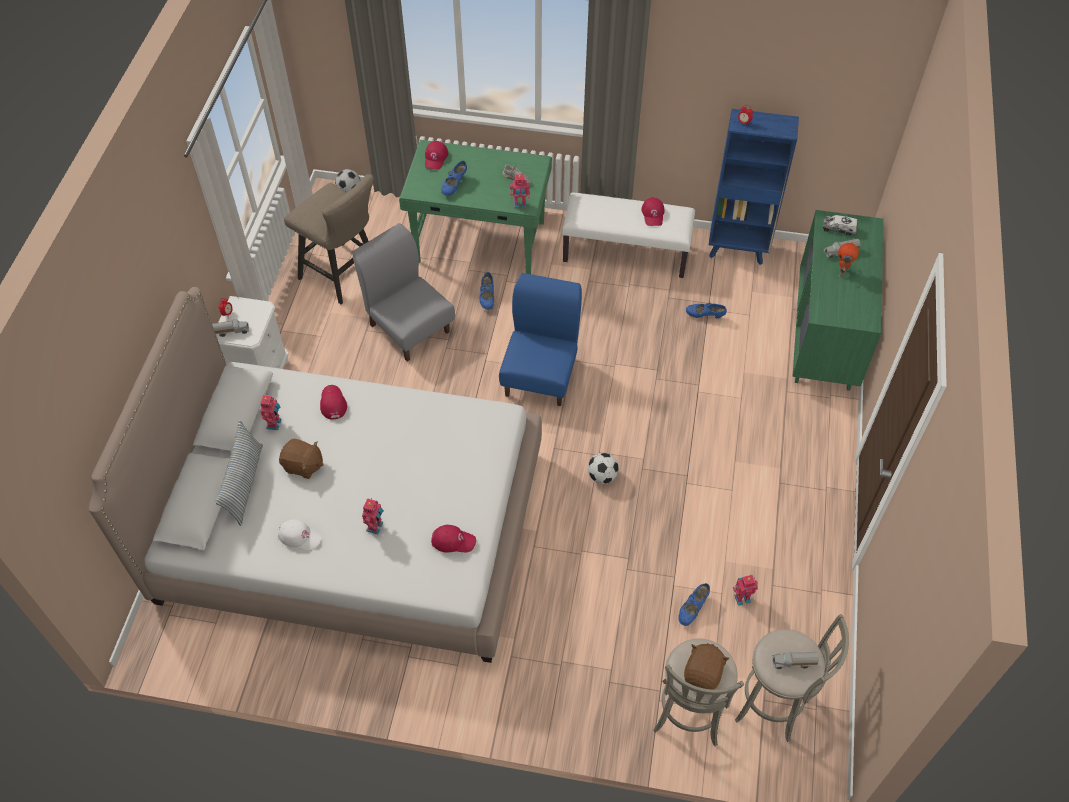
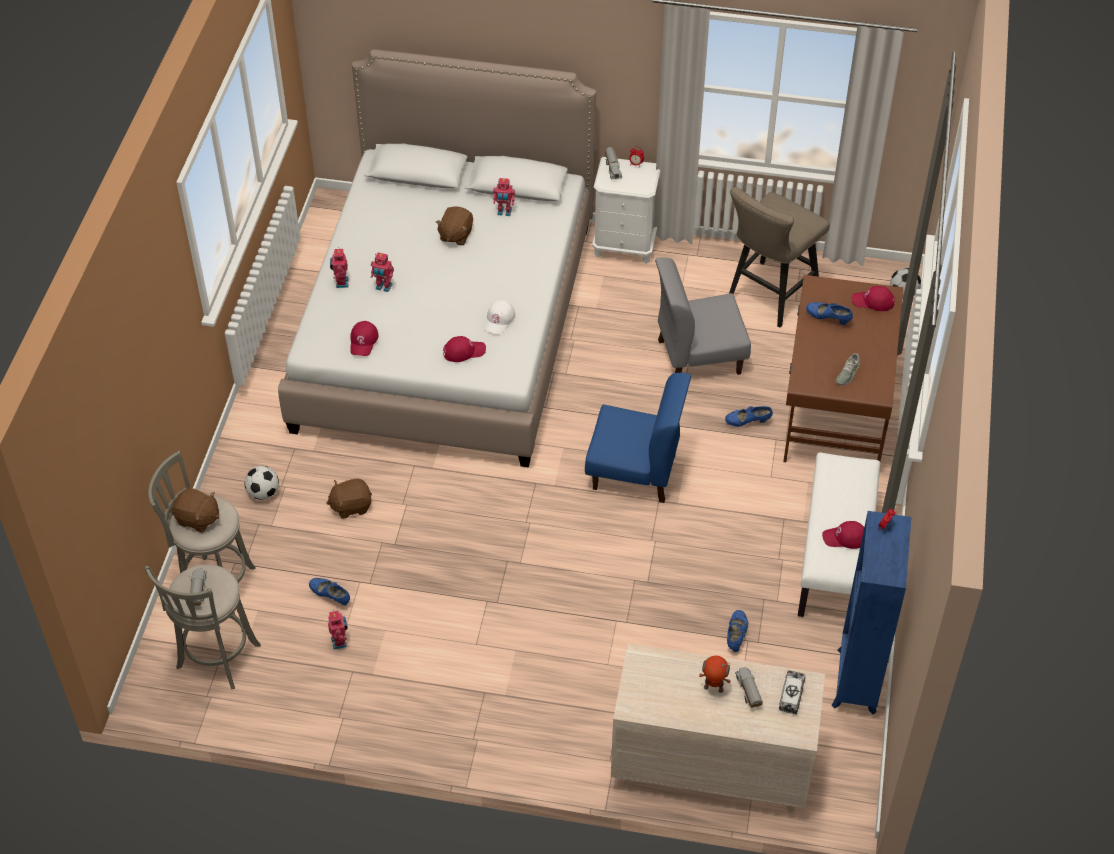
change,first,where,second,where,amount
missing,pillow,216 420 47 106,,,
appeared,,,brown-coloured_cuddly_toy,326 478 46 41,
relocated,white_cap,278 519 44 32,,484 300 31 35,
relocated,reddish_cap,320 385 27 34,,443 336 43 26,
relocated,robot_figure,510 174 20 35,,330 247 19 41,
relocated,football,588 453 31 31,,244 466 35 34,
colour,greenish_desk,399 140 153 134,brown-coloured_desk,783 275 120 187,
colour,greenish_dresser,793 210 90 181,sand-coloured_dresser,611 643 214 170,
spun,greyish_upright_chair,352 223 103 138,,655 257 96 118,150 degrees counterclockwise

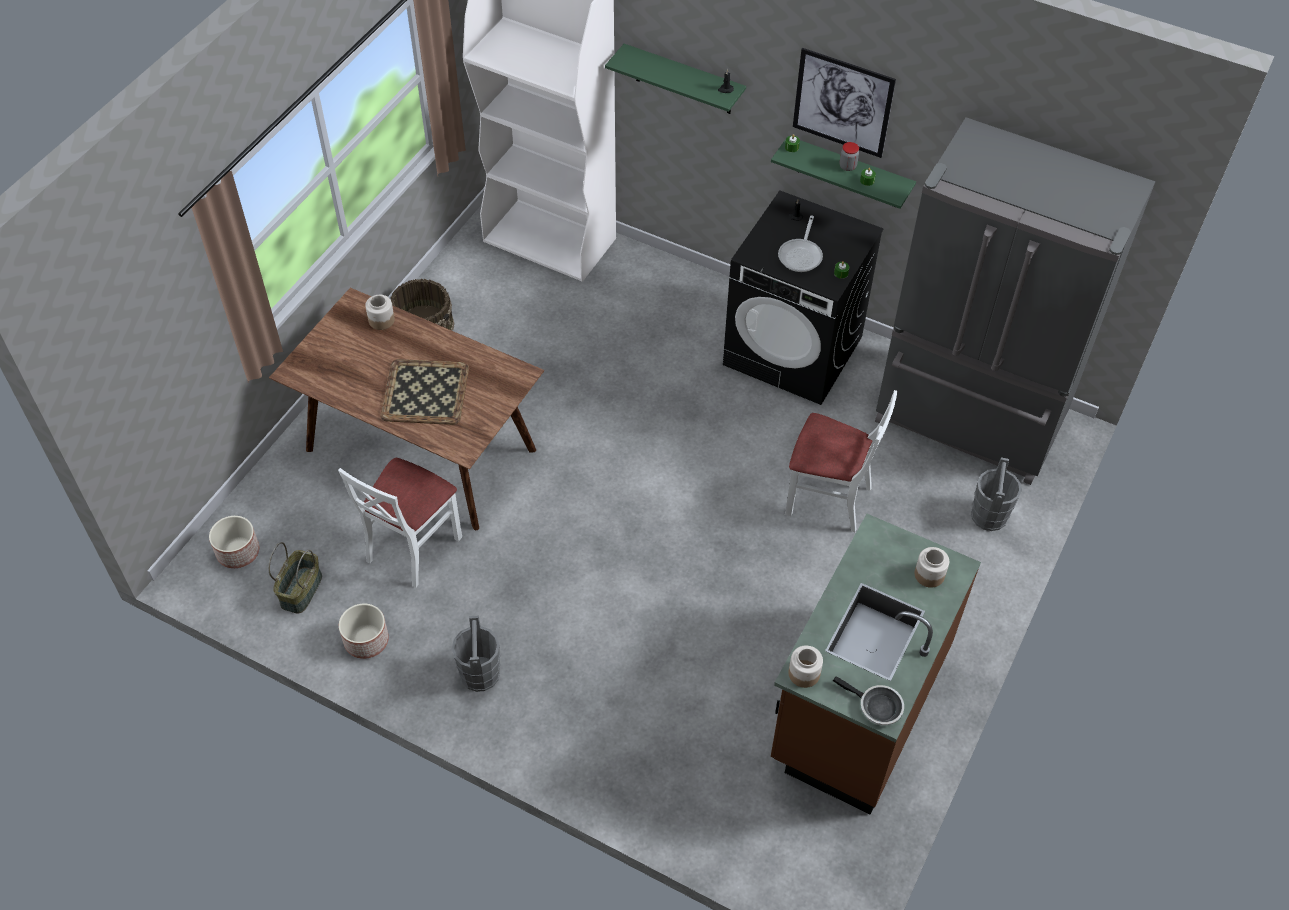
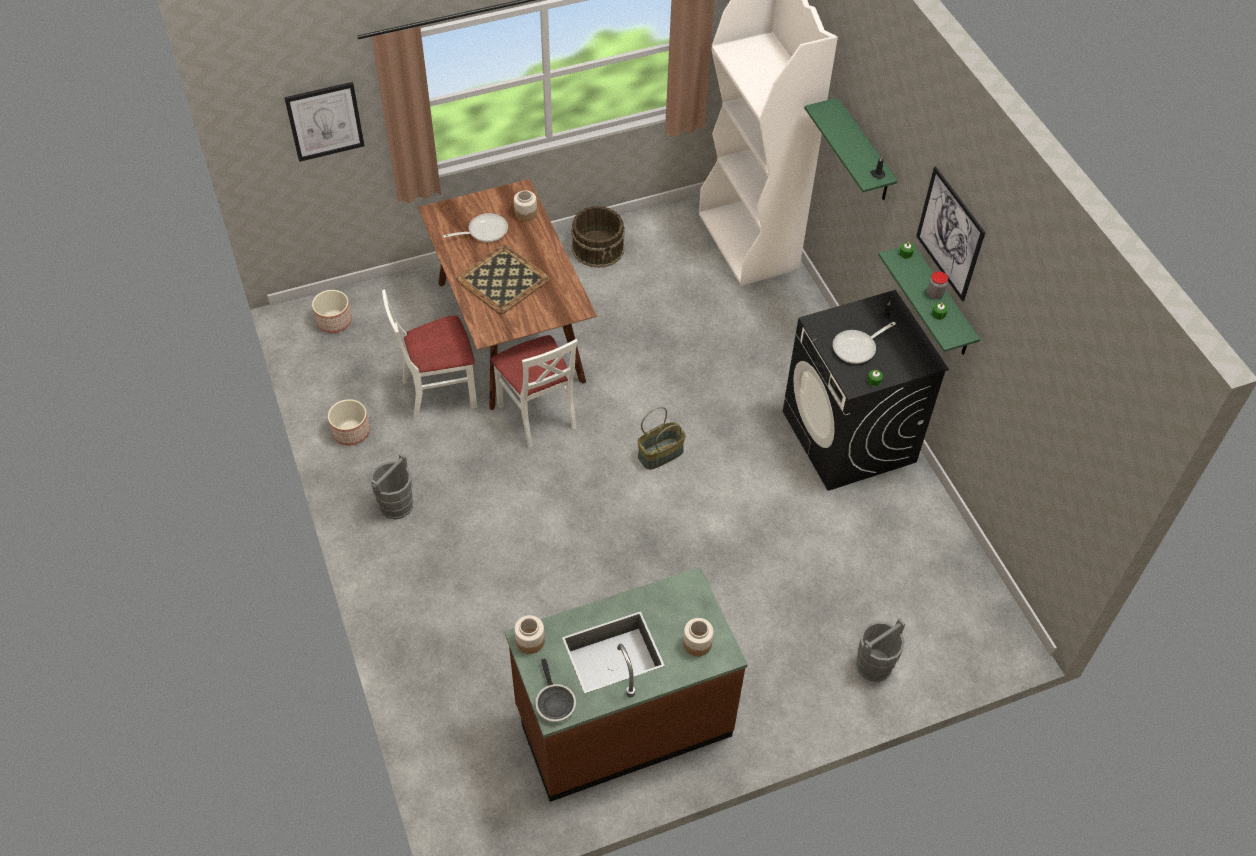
change,first,where,second,where,amount
missing,greyish_kitchen_fridge,875 117 281 368,,,
appeared,,,wall_art,284 82 80 80,
appeared,,,skillet,443 213 65 29,
relocated,basket,268 542 54 71,,637 407 49 63,
relocated,white_upright_chair,785 390 112 142,,491 335 87 113,

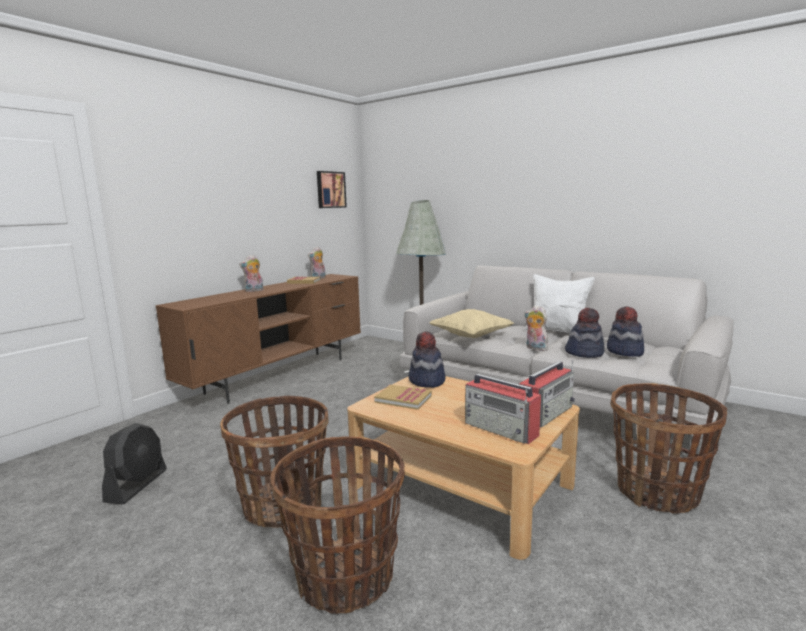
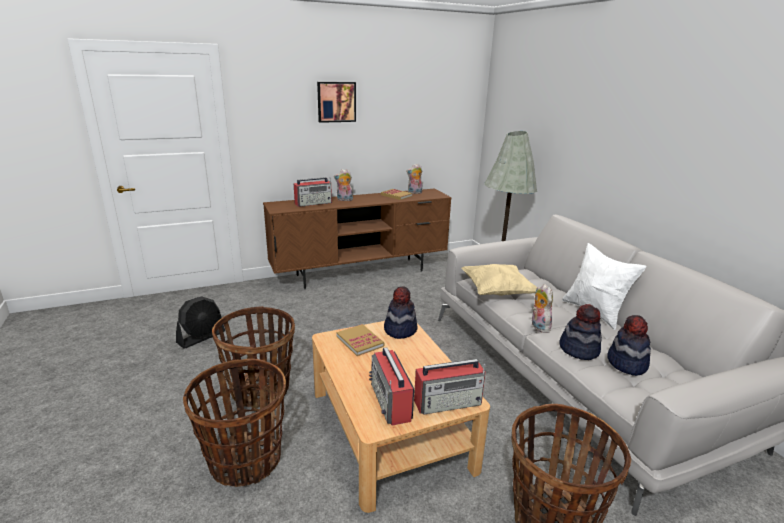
change,first,where,second,where,amount
appeared,,,radio_receiver,294 177 38 30,
relocated,wall_art,317 171 30 37,,317 82 39 41,

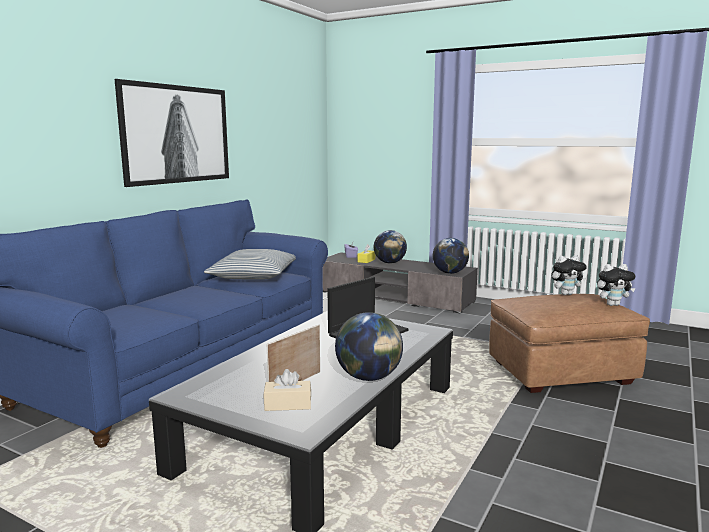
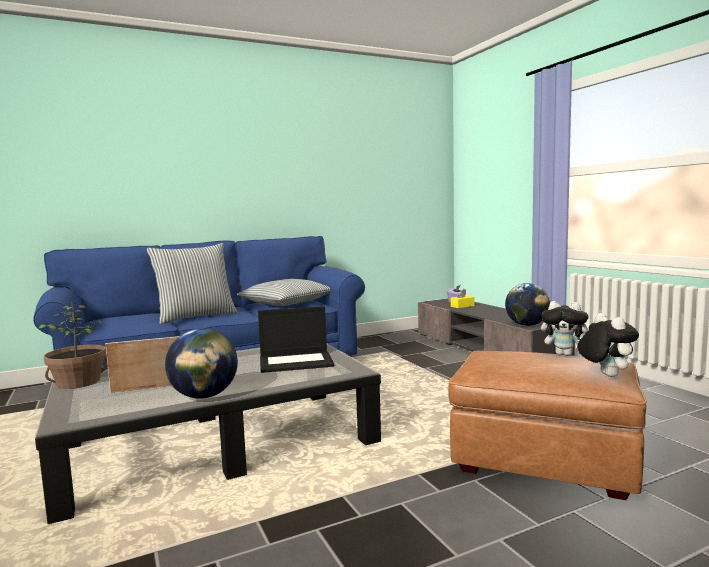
change,first,where,second,where,amount
missing,wall_art,115 79 114 108,,,
missing,sand-coloured_tissue_box,264 369 47 42,,,
missing,globe,374 230 33 34,,,
appeared,,,plant_in_a_pot,39 303 69 86,
appeared,,,pillow,147 243 91 81,
spun,cuddly_toy,597 264 38 42,,577 313 62 64,135 degrees counterclockwise

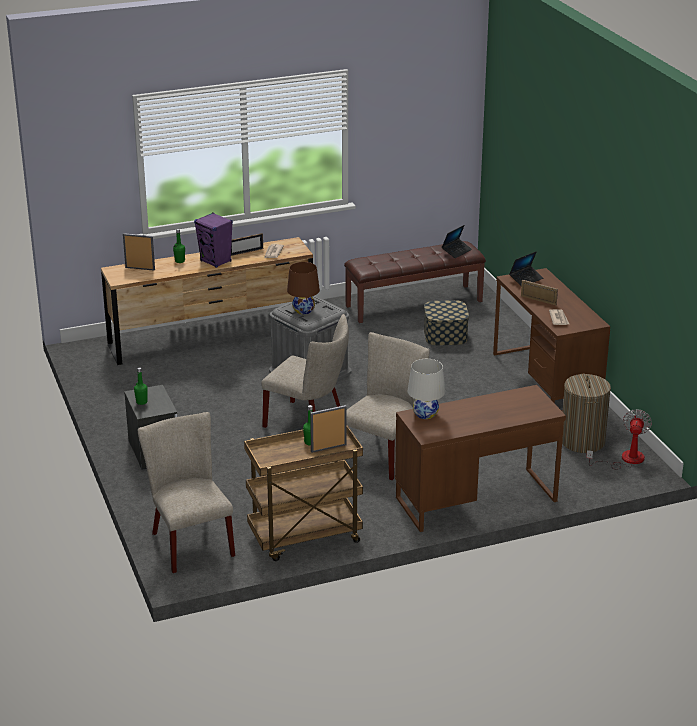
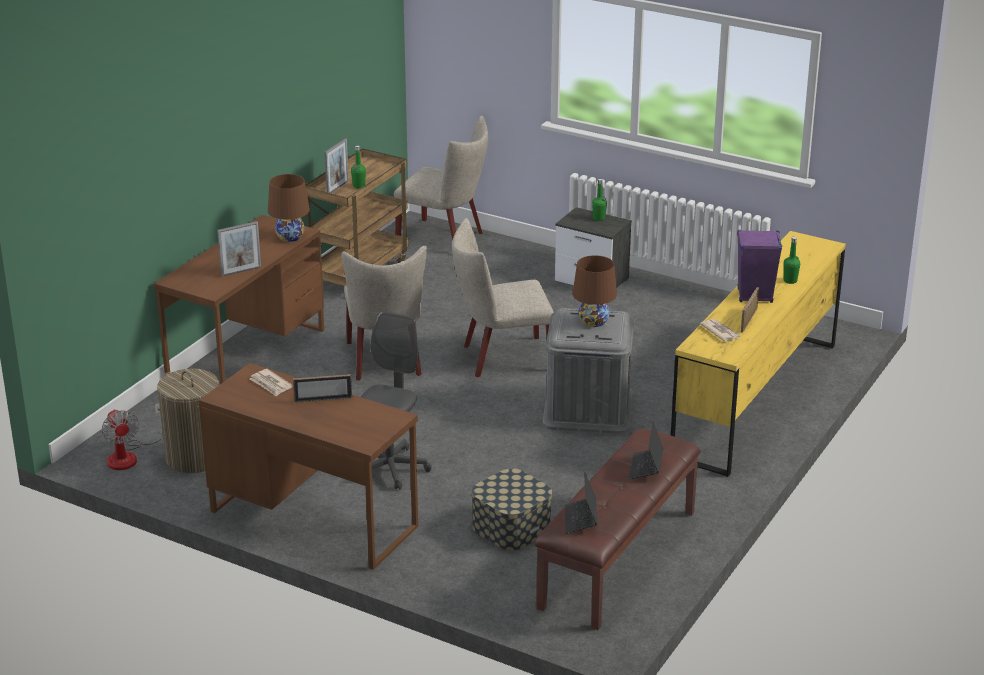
change,first,where,second,where,amount
appeared,,,greyish_desk_chair,361 311 71 179,
relocated,photo_frame,123 233 32 38,,217 221 44 56,
relocated,notebook_computer,509 251 34 35,,629 422 34 57,
colour,brown-coloured_dresser,101 237 212 128,yellow_dresser,671 231 175 246,
colour,white_tabletop_lamp,407 359 38 60,brown-coloured_tabletop_lamp,268 174 42 68,

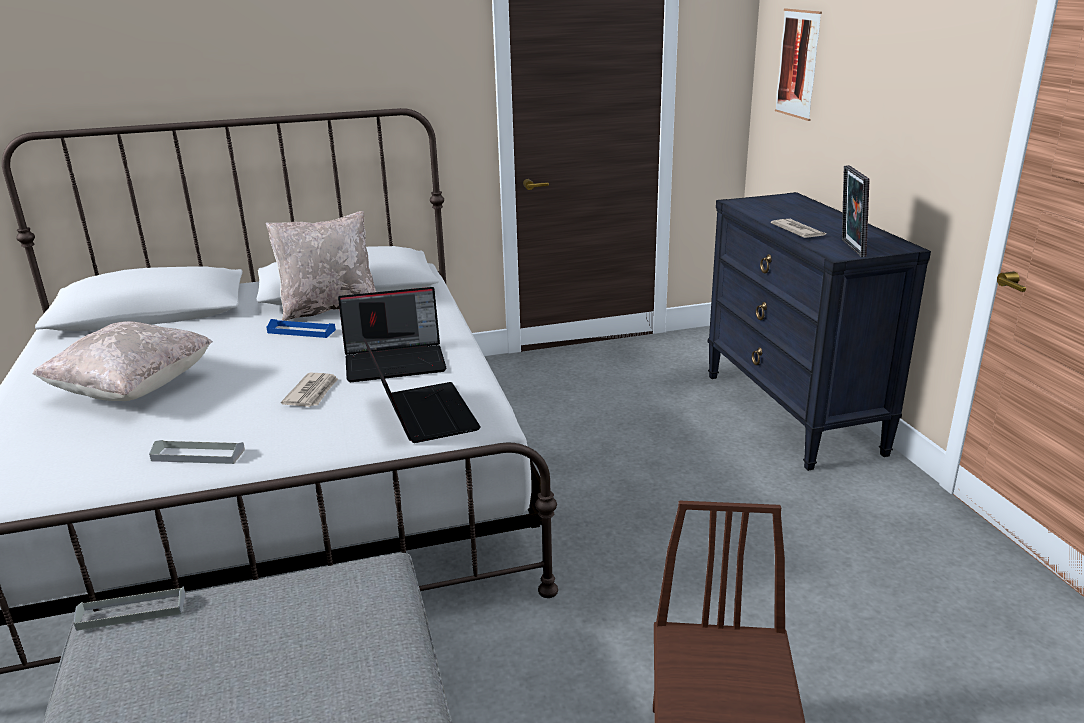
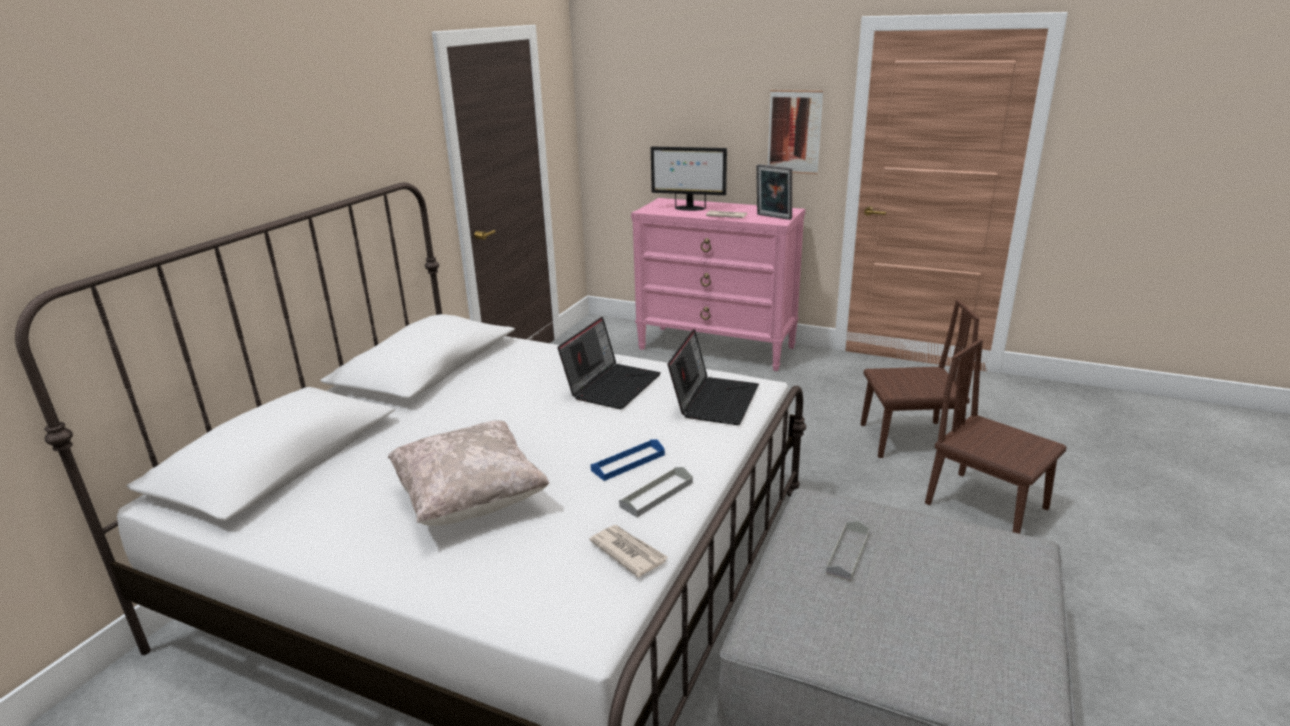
change,first,where,second,where,amount
missing,sand-coloured_pillow,266 211 110 110,,,
appeared,,,computer_screen,651 147 76 64,
appeared,,,brown-coloured_upright_chair,861 299 119 159,
relocated,greyish_serving_tray,74 587 112 44,,825 521 45 60,
relocated,bluish_serving_tray,267 319 69 19,,591 439 74 42,
relocated,printed_paper,281 373 57 34,,589 525 79 52,
relocated,wall_art,775 9 47 112,,768 90 55 84,
colour,blackish_dresser,708 192 223 279,pinkish_dresser,631 198 174 173,
spun,notebook_computer,364 339 117 104,,668 329 91 96,90 degrees clockwise

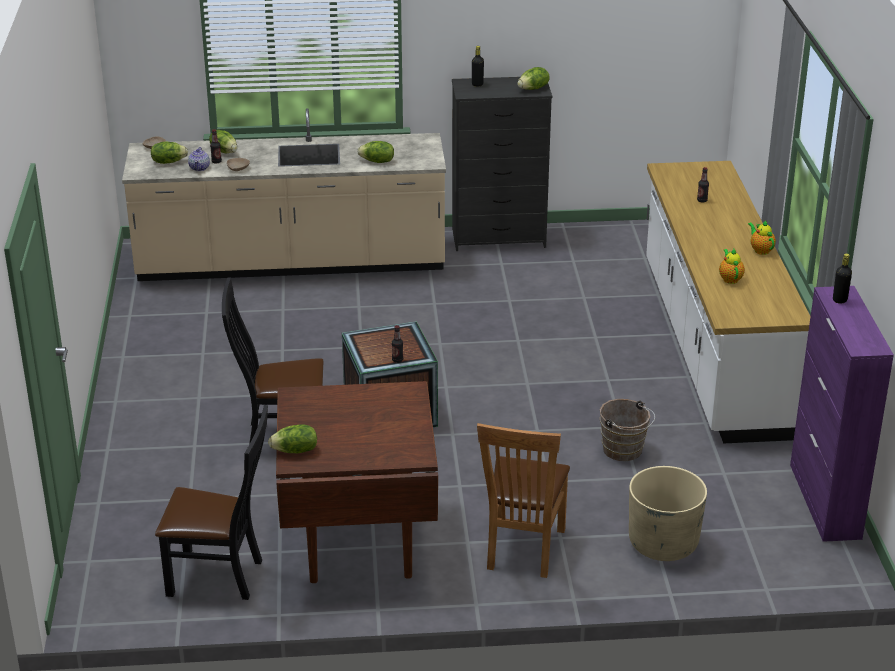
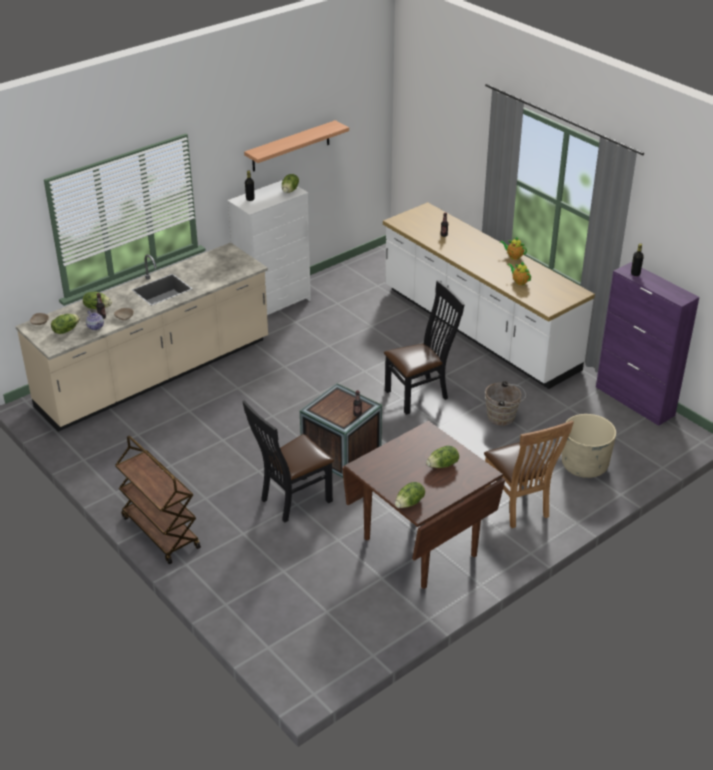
change,first,where,second,where,amount
appeared,,,brown-coloured_trolley,115 436 86 128,
appeared,,,wall_shelf,244 120 105 52,
relocated,blackish_upright_chair,155 405 113 195,,384 280 81 135,
relocated,lettuce_head,358 141 36 22,,426 446 33 22,
colour,blackish_dresser,452 77 100 174,white_dresser,227 180 84 135,

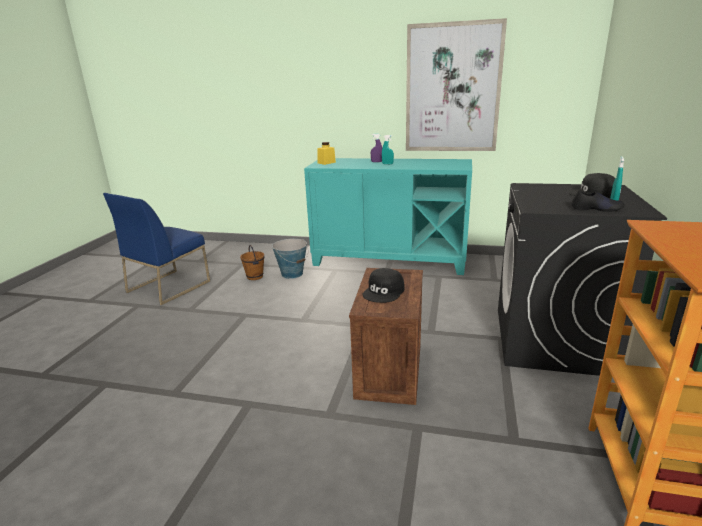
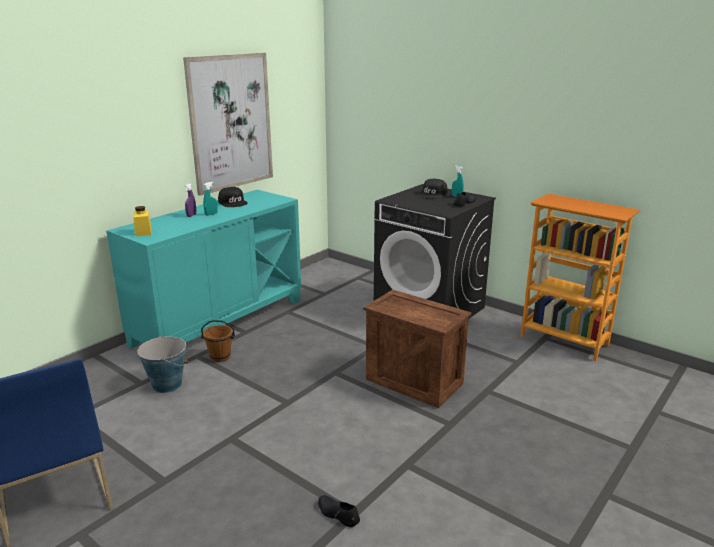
change,first,where,second,where,amount
appeared,,,blackish_shoe,318 495 42 32,
relocated,brown-coloured_bucket,240 245 25 35,,201 320 34 42,
relocated,blackish_cap,363 268 42 35,,218 187 30 20,

